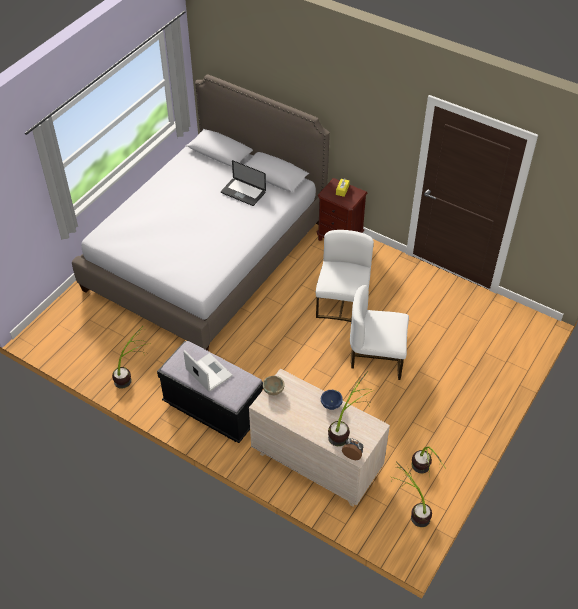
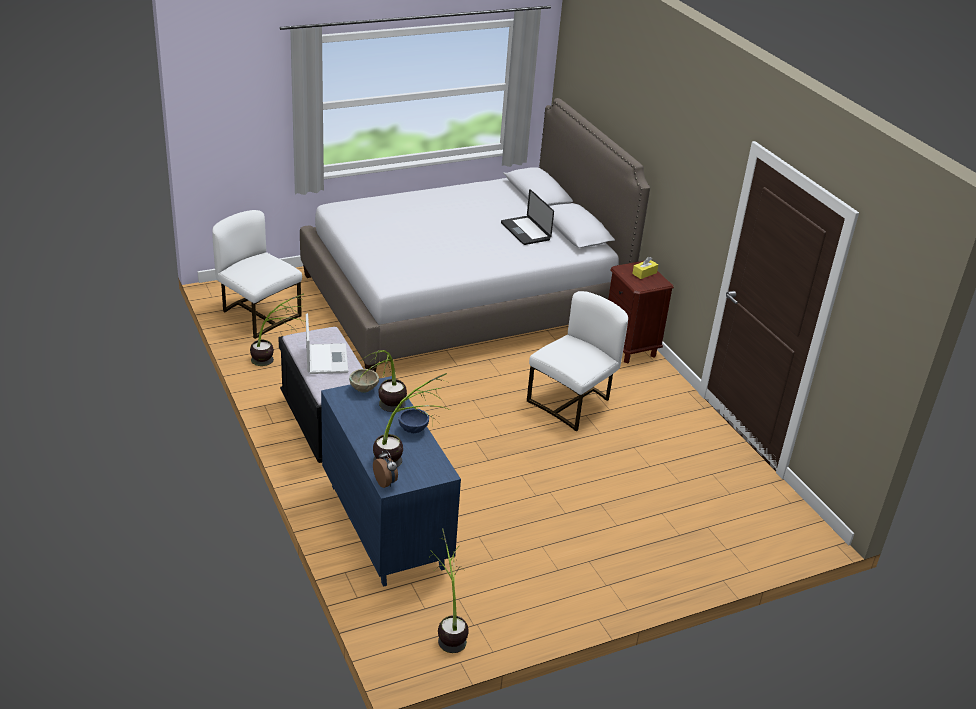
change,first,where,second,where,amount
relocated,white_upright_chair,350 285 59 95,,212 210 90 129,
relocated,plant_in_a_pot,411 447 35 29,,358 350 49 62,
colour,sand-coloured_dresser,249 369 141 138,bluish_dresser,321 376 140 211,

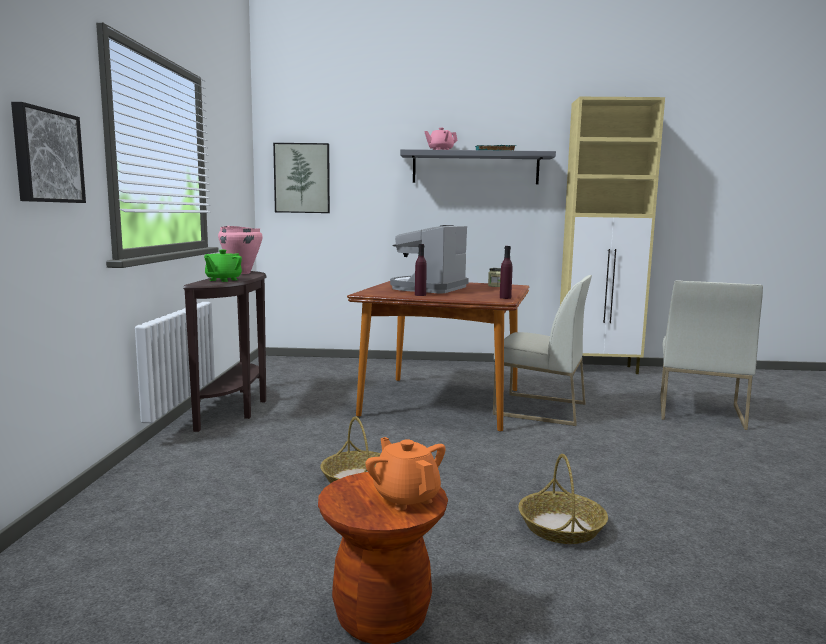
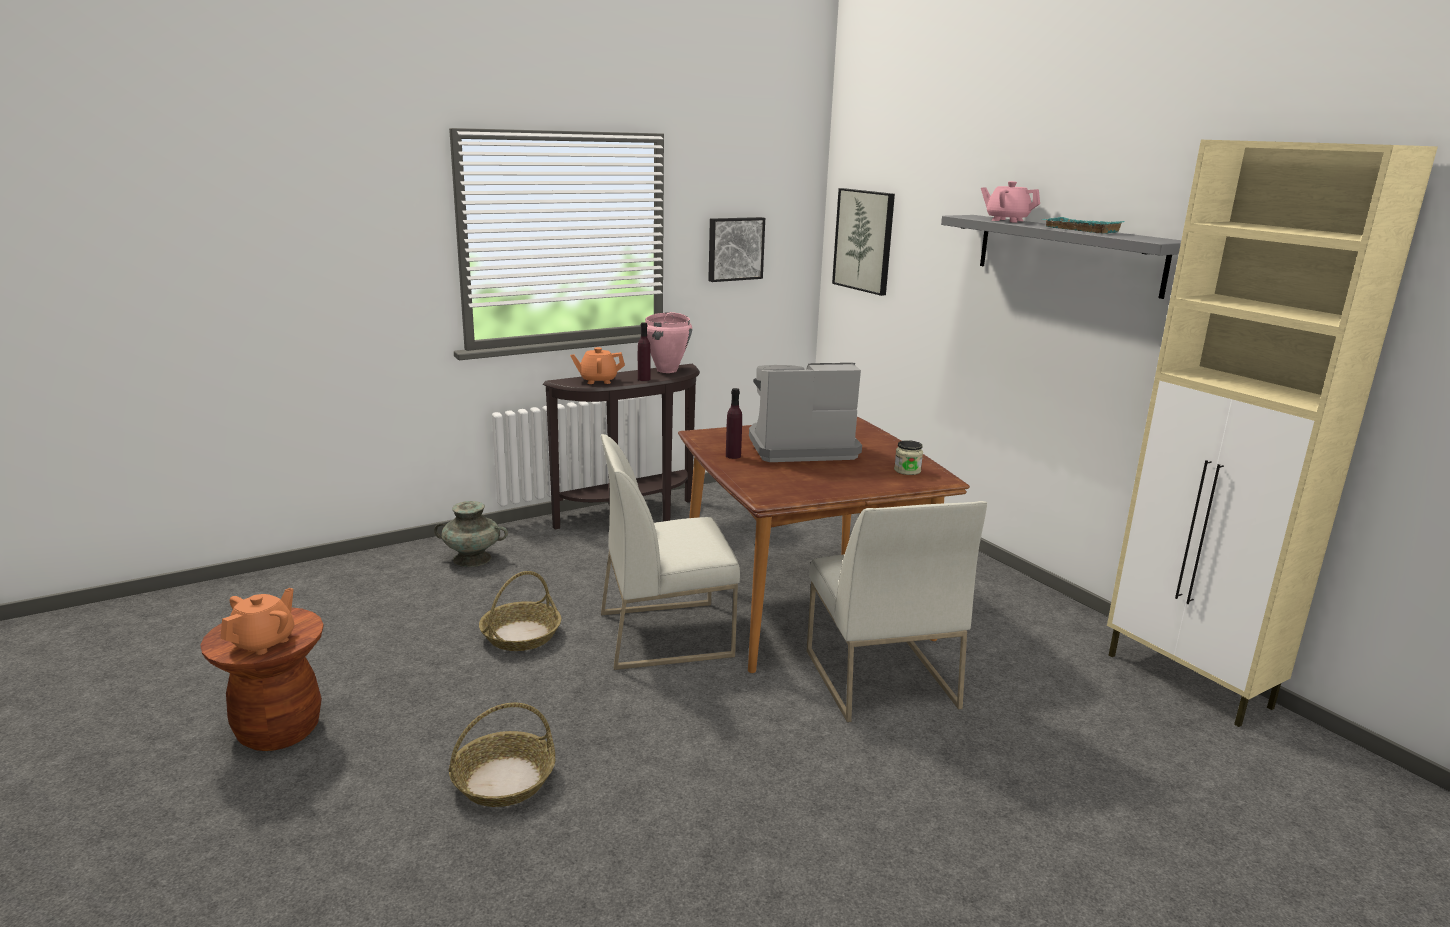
change,first,where,second,where,amount
appeared,,,turquoise-coloured_vase,434 501 74 66,
relocated,wall_art,11 102 75 101,,708 217 57 65,
relocated,purple-coloured_bottle,500 246 13 53,,638 322 12 59,
relocated,white_upright_chair,660 280 103 150,,601 434 139 236,
colour,greenish_tea_pot,204 250 38 32,orangey_tea_pot,570 347 55 37,

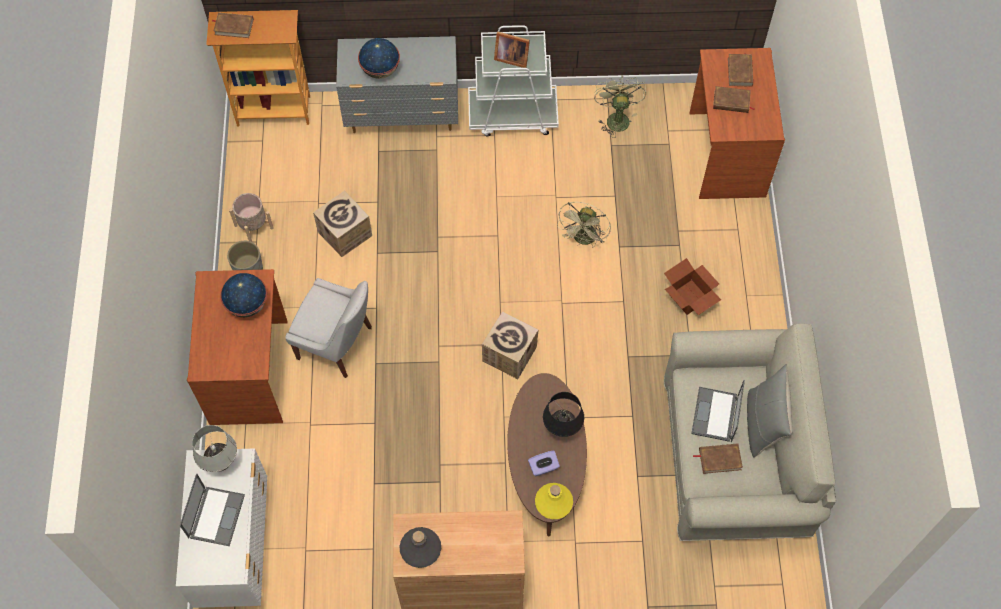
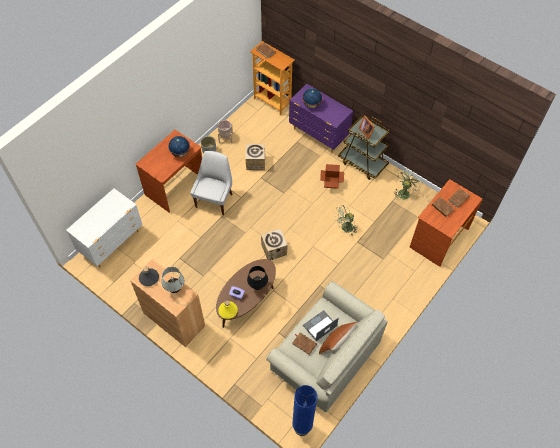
change,first,where,second,where,amount
missing,notebook_computer,180 473 65 73,,,
appeared,,,bluish_standing_lamp,292 385 26 51,
relocated,white_tabletop_lamp,192 425 45 47,,162 267 22 26,
relocated,packing_box,664 258 57 57,,320 164 24 25,
colour,greyish_dresser,336 36 122 97,purple-coloured_dresser,289 84 64 69,
colour,white_trolley,468 25 91 111,brown-coloured_trolley,338 115 51 65,
colour,greyish_pillow,747 364 46 93,brown-coloured_pillow,319 322 38 33,
spun,white_upright_chair,285 278 87 100,,190 151 43 64,135 degrees counterclockwise

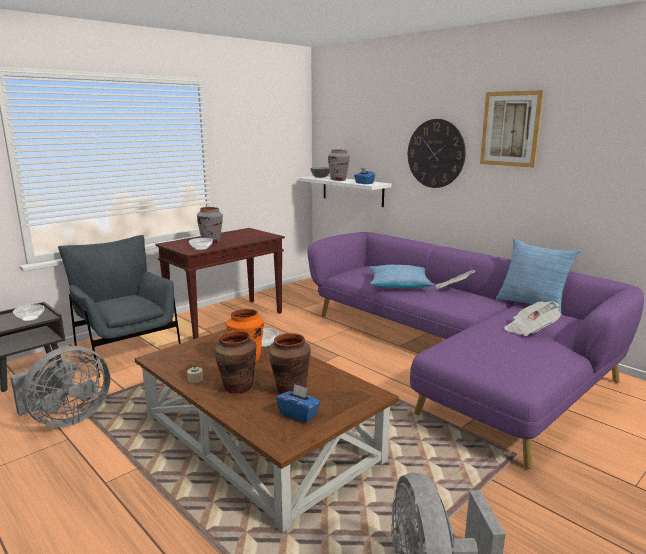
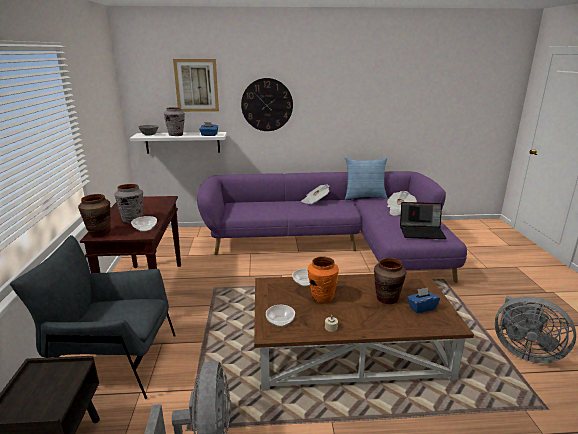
change,first,where,second,where,amount
missing,pillow,368 265 66 23,,,
appeared,,,notebook_computer,400 202 46 37,
relocated,bowl,13 304 31 17,,266 305 29 22,
relocated,brown-coloured_vase,214 331 43 62,,78 194 33 43,
relocated,wall_art,480 90 64 78,,173 59 46 53,

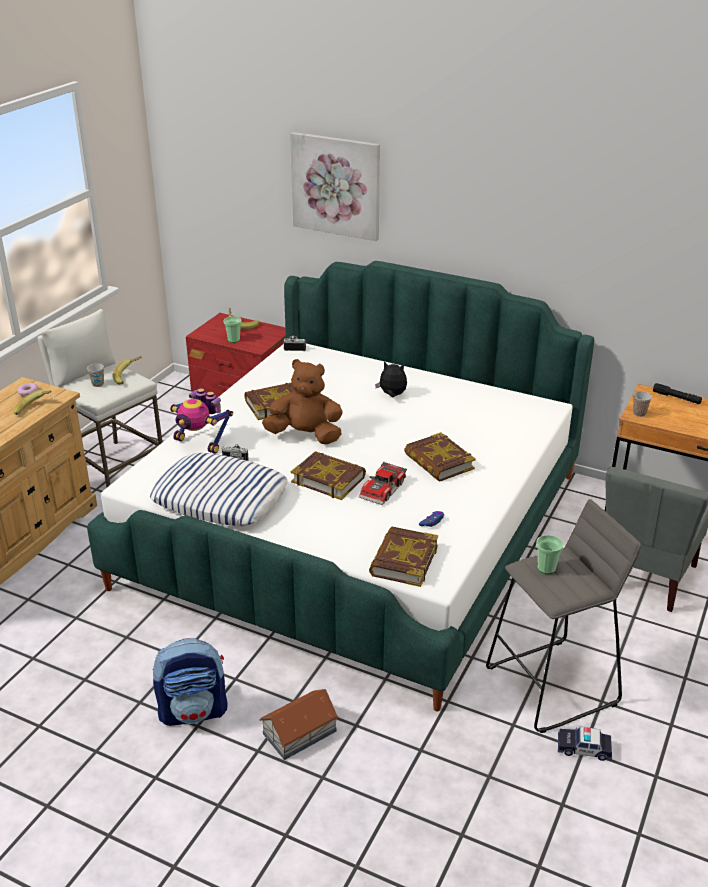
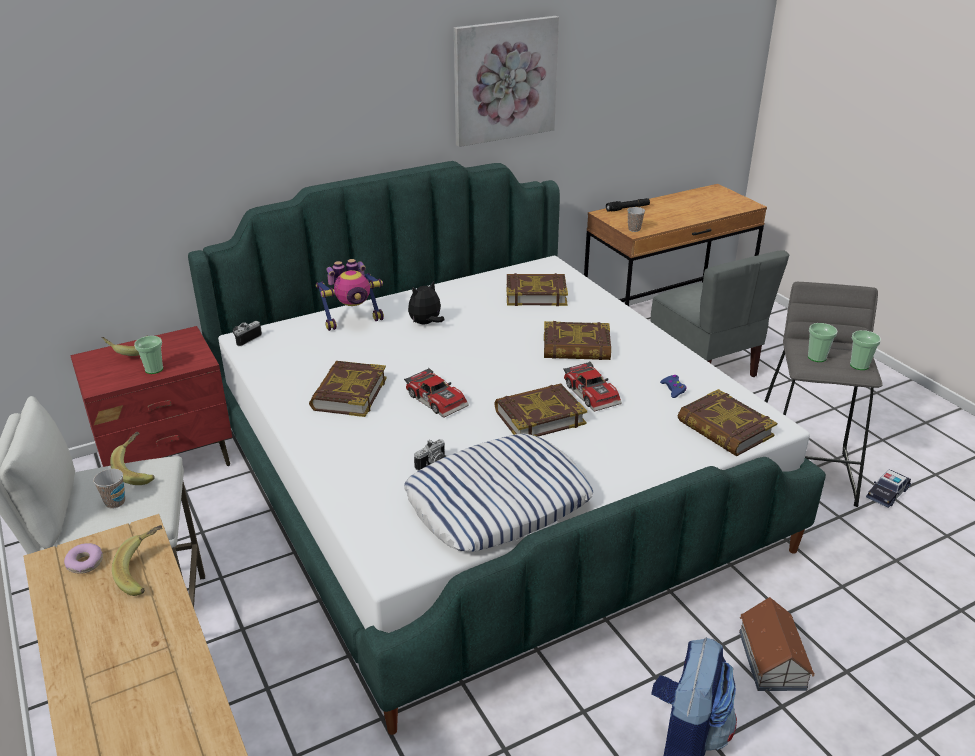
change,first,where,second,where,amount
appeared,,,bound_book,507 273 61 33,
appeared,,,drinking_cup,850 330 31 40,
relocated,robot_figure,170 388 63 66,,315 259 69 72,
relocated,wall_art,290 132 90 109,,454 16 105 131,
exchanged,brown-coloured_cuddly_toy,262 359 81 85,toy_car,404 368 65 50,

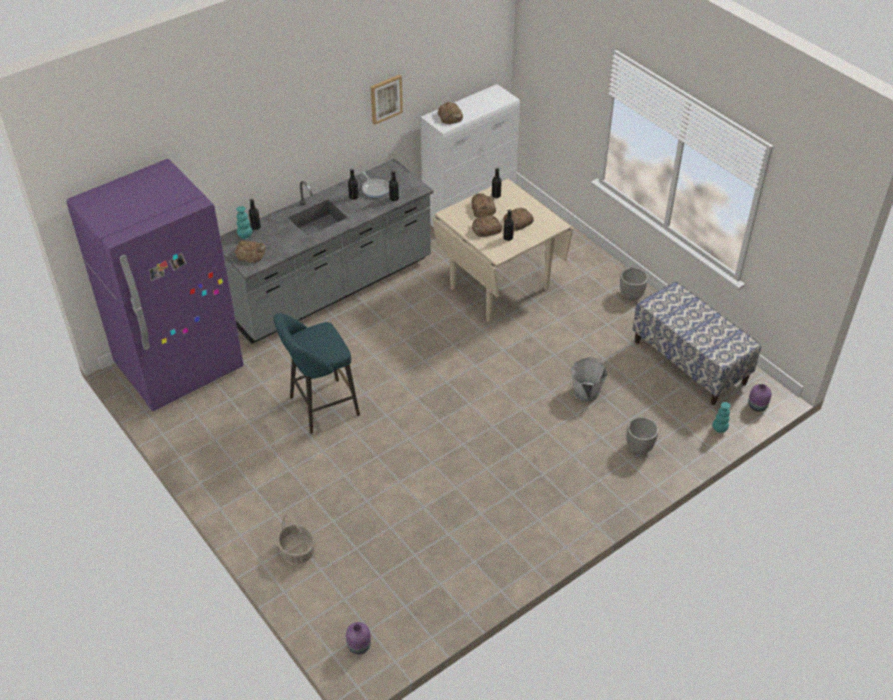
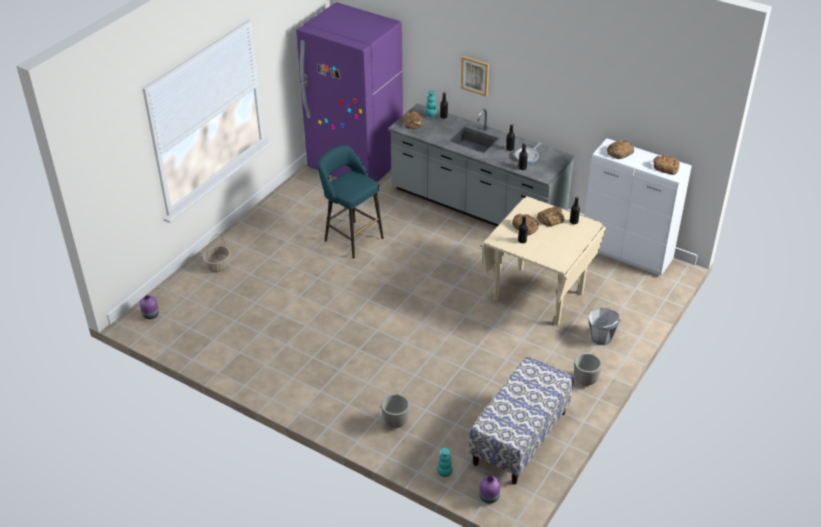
change,first,where,second,where,amount
relocated,wall_art,370 75 33 50,,461 56 28 40,
relocated,bread,503 208 31 23,,653 155 27 20,
relocated,greyish_bucket,571 357 37 44,,588 308 33 37,

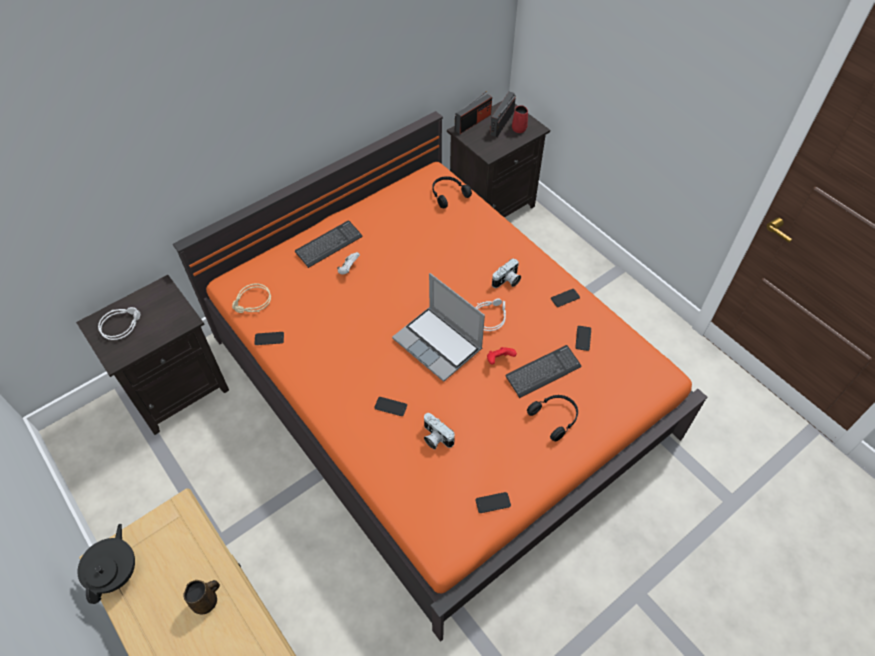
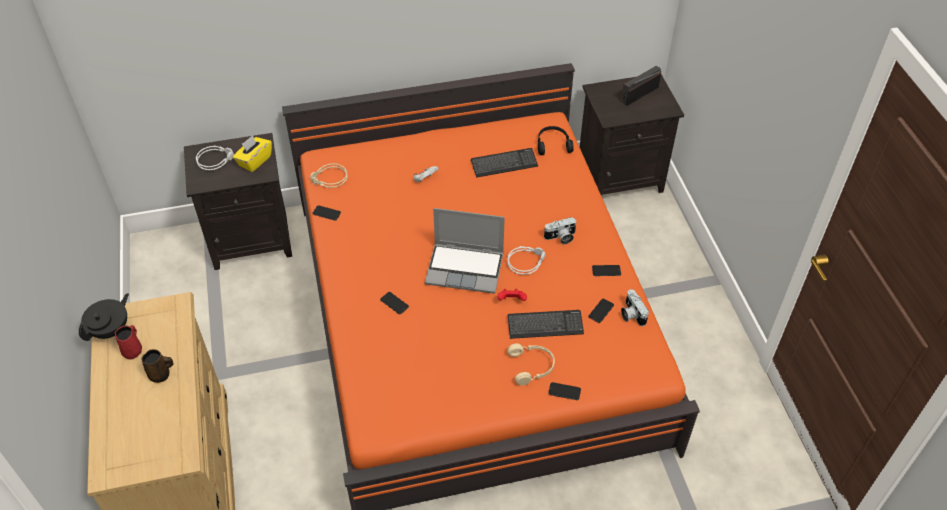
change,first,where,second,where,amount
missing,radio_receiver,455 91 37 43,,,
appeared,,,yellow_tissue_box,233 135 39 37,
relocated,computer_keyboard,295 220 68 48,,471 148 67 30,
relocated,photo_camera,424 413 31 36,,621 289 28 37,
relocated,phone,476 492 35 21,,548 382 33 18,
relocated,reddish_coffee_mug,512 105 16 28,,115 325 27 35,
colour,blackish_pair_of_headphones,527 395 51 47,sand-coloured_pair_of_headphones,507 343 48 43,
spun,notebook_computer,392 273 93 109,,425 208 80 86,60 degrees counterclockwise

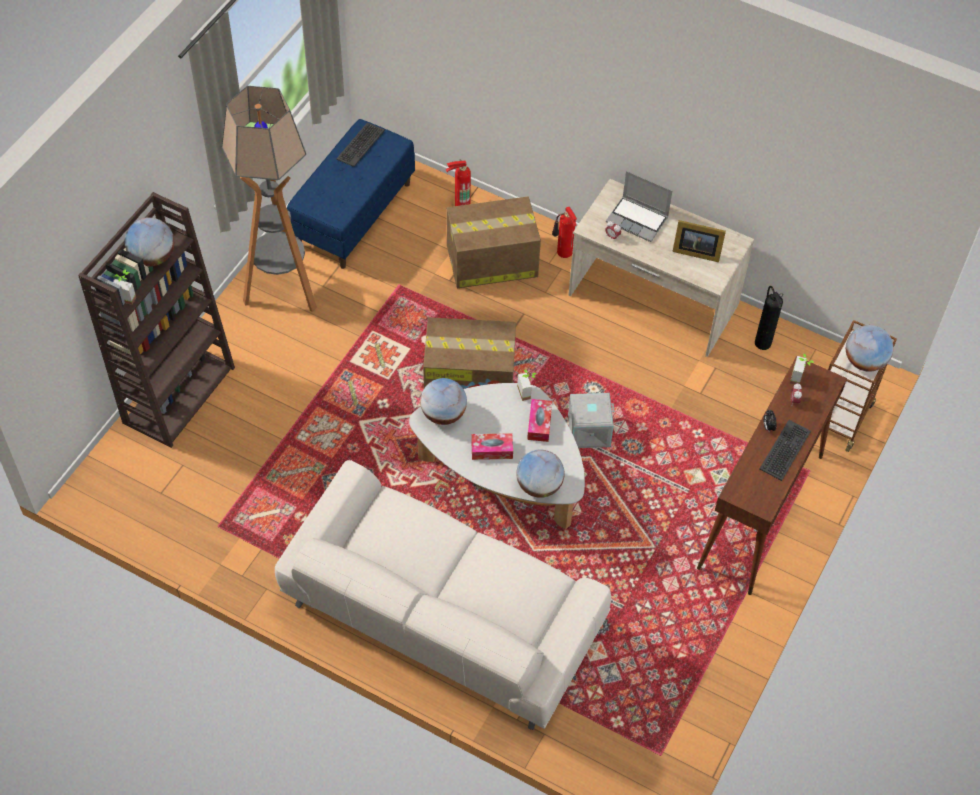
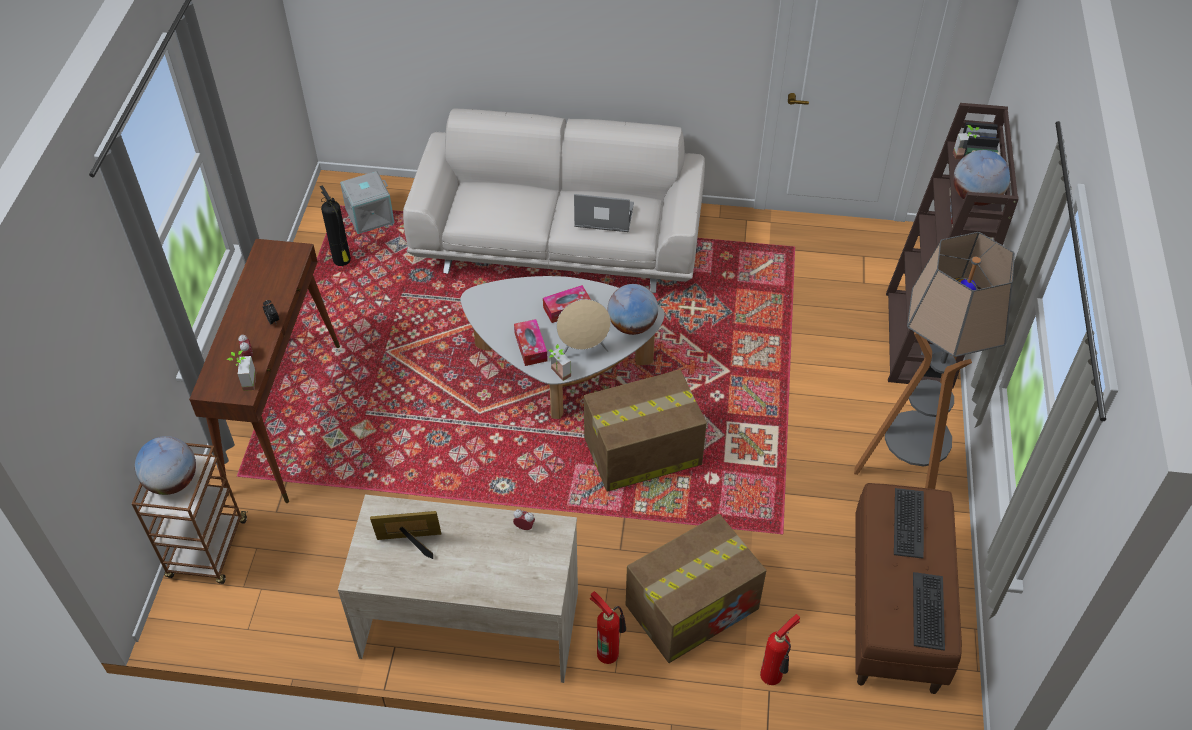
change,first,where,second,where,amount
missing,globe,516 449 49 49,,,
appeared,,,sand-coloured_speaker,556 299 55 55,
relocated,greyish_storage_bin,568 393 47 55,,340 171 55 63,
relocated,notebook_computer,606 171 66 71,,574 194 60 38,
relocated,extinguisher,755 286 28 64,,320 185 31 81,
relocated,computer_keyboard,760 420 51 61,,894 488 30 70,
colour,bluish_long_seat,287 119 128 150,brown-coloured_long_seat,855 483 107 211,

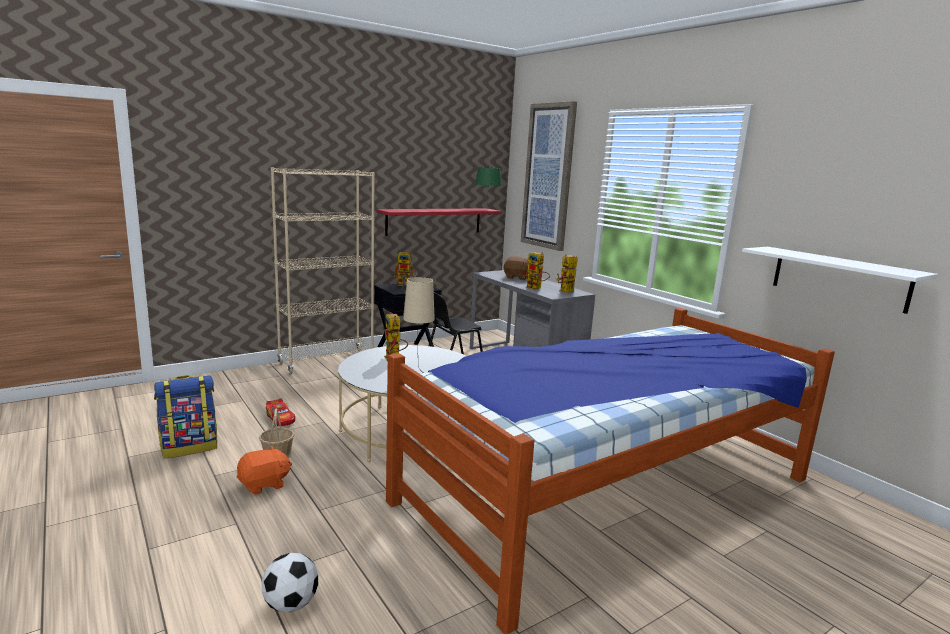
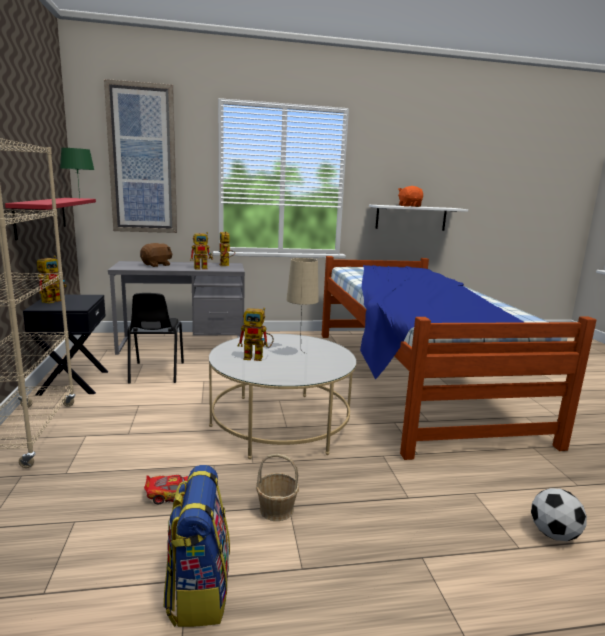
change,first,where,second,where,amount
relocated,orangey_cuddly_toy,237 446 55 49,,398 186 25 21,

